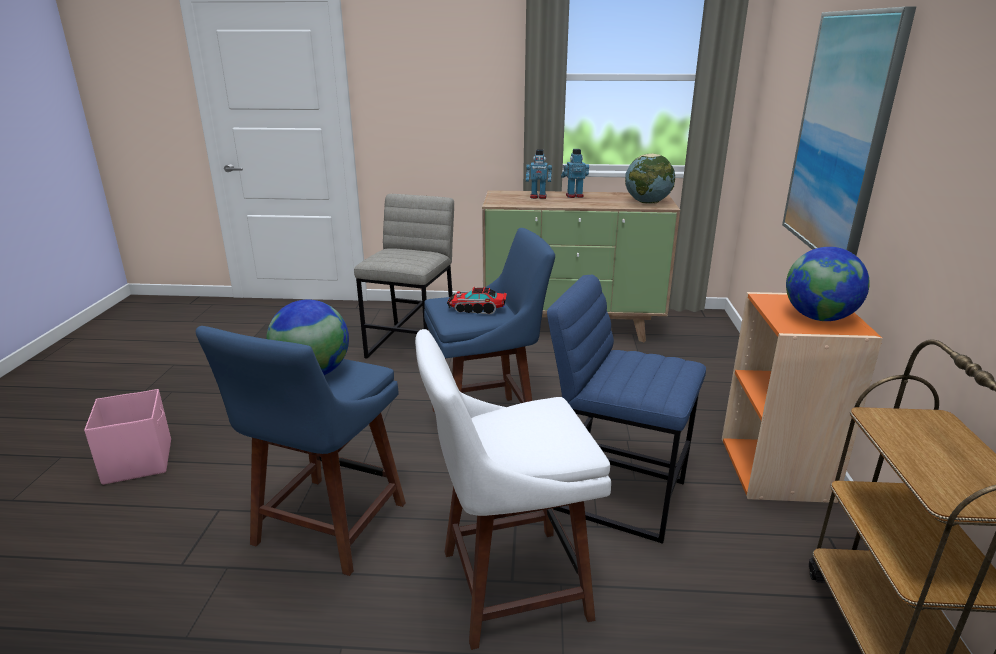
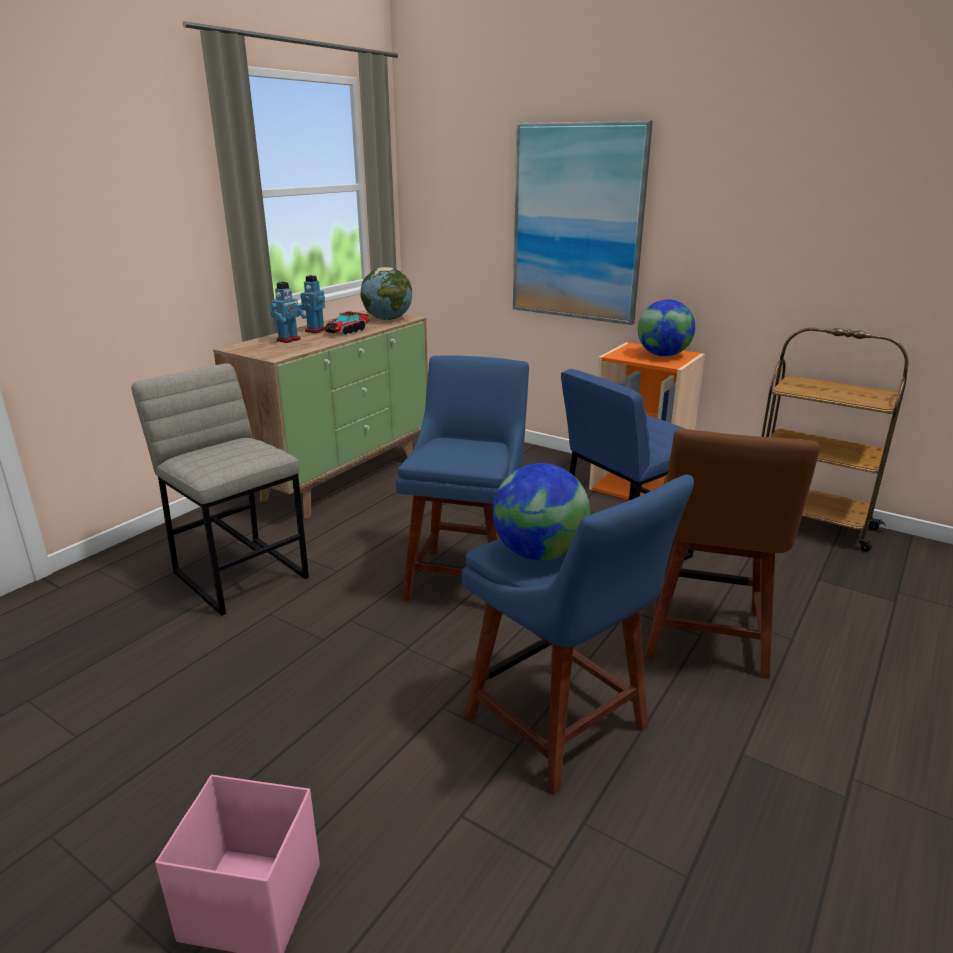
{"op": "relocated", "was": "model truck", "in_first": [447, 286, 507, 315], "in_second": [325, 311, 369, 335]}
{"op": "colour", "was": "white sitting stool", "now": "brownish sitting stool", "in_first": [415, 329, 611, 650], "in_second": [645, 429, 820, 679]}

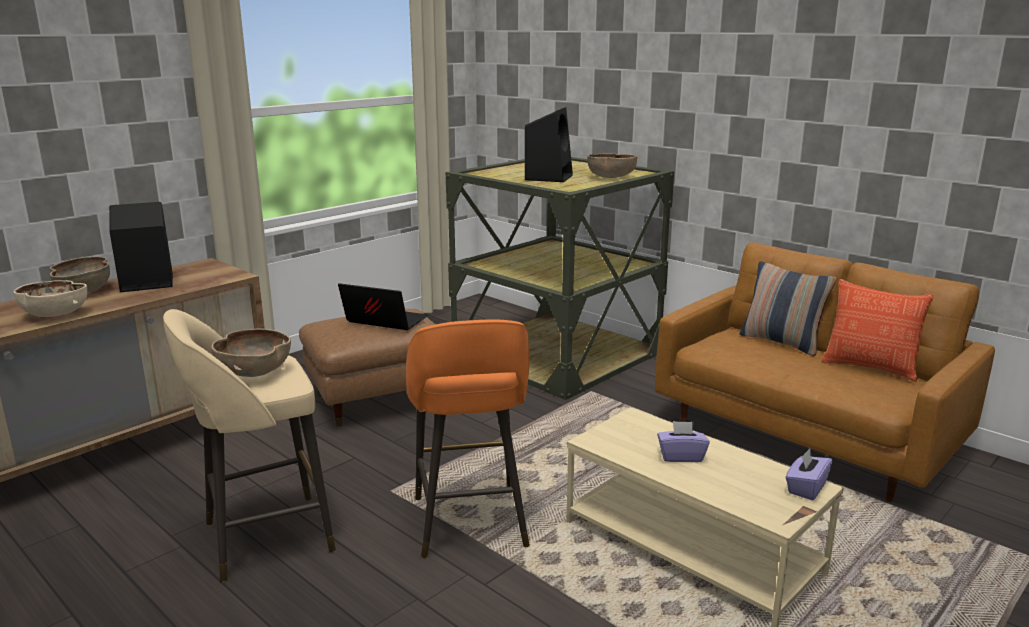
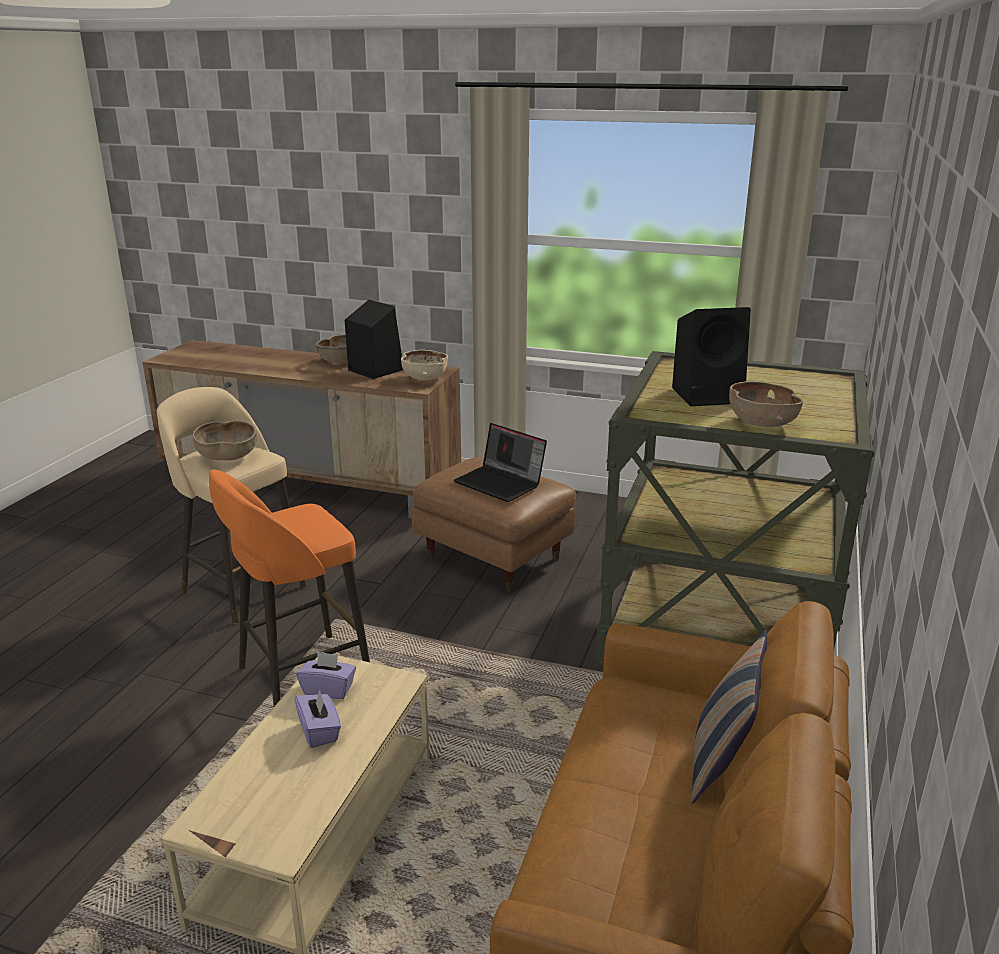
{"op": "relocated", "was": "purplish tissue holder", "in_first": [786, 448, 832, 500], "in_second": [296, 651, 356, 699]}
{"op": "relocated", "was": "beige deep dish", "in_first": [14, 280, 87, 317], "in_second": [401, 350, 448, 380]}
{"op": "spun", "was": "portable computer", "in_first": [338, 283, 427, 330], "in_second": [454, 423, 547, 502], "clockwise": 135}
{"op": "missing", "was": "orangey pillow", "in_first": [822, 279, 934, 382]}

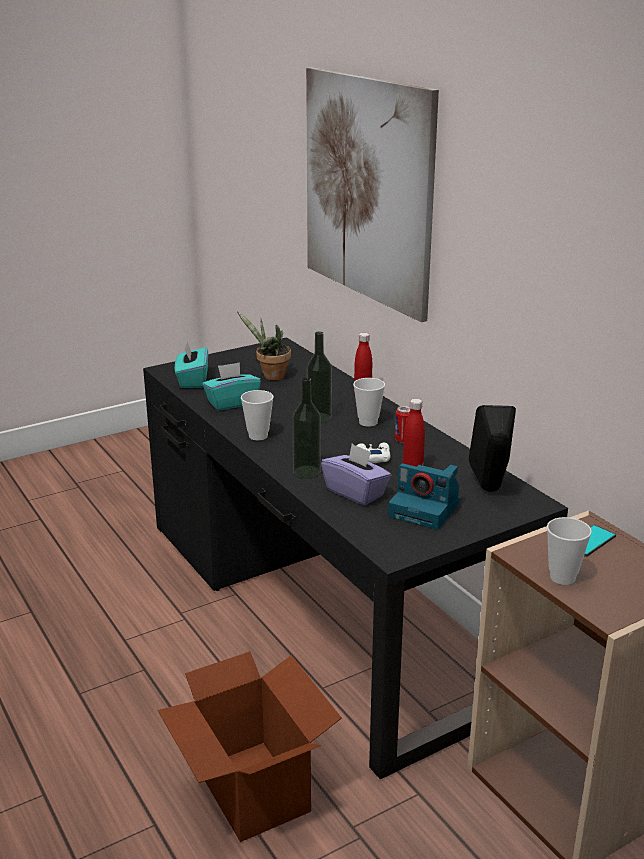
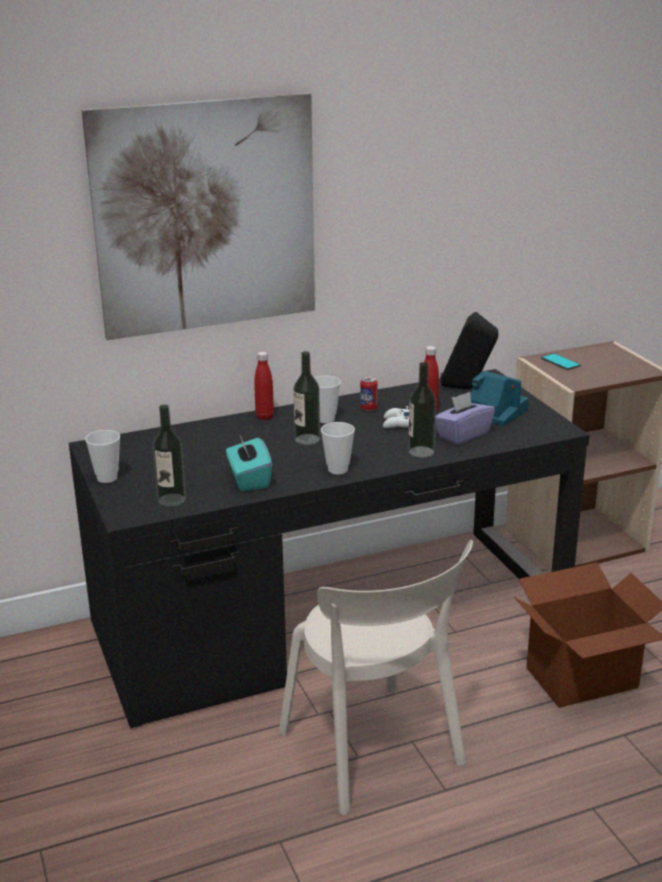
{"op": "relocated", "was": "drinking cup", "in_first": [547, 517, 592, 585], "in_second": [85, 430, 120, 483]}
{"op": "exchanged", "was": "turquoise-coloured tissue holder", "now": "beverage bottle", "in_first": [175, 342, 208, 388], "in_second": [153, 404, 186, 507]}
{"op": "appeared", "now": "beige chair", "in_second": [279, 540, 473, 815]}
{"op": "spun", "was": "still camera", "in_first": [388, 464, 460, 530], "in_second": [470, 371, 528, 426], "clockwise": -90}
{"op": "missing", "was": "plant in a pot", "in_first": [237, 311, 291, 381]}

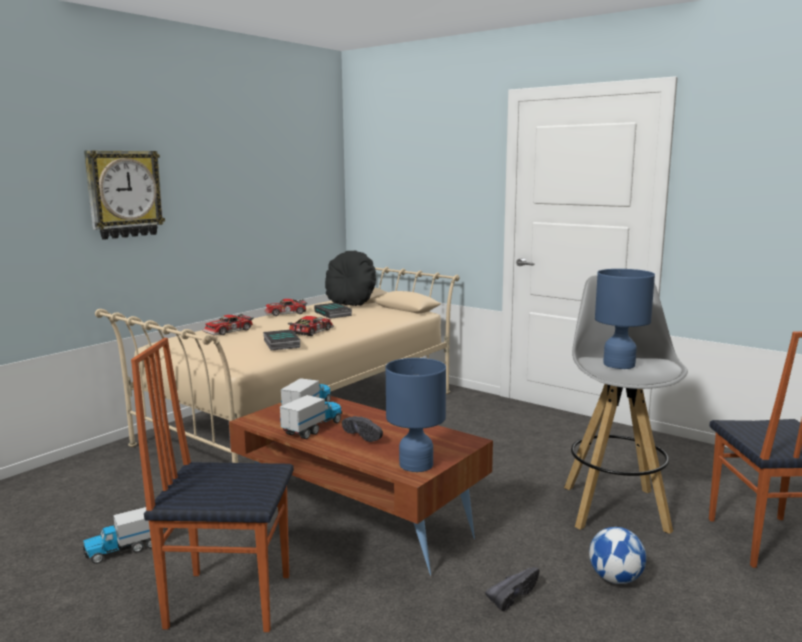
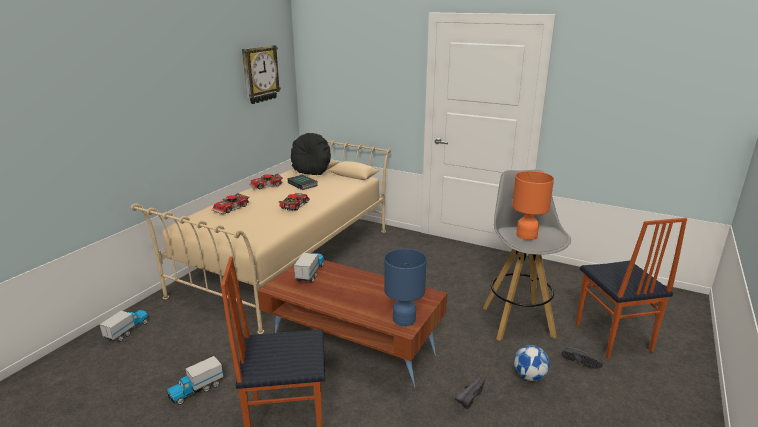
{"op": "relocated", "was": "model truck", "in_first": [280, 395, 342, 439], "in_second": [99, 310, 149, 342]}
{"op": "relocated", "was": "clock on the wall", "in_first": [84, 150, 165, 240], "in_second": [242, 45, 281, 104]}
{"op": "colour", "was": "blue-coloured tabletop lamp", "now": "orangey tabletop lamp", "in_first": [595, 269, 655, 369], "in_second": [512, 171, 554, 240]}
{"op": "relocated", "was": "black-coloured shoe", "in_first": [342, 416, 383, 442], "in_second": [562, 346, 603, 369]}
{"op": "missing", "was": "volume", "in_first": [263, 330, 300, 351]}

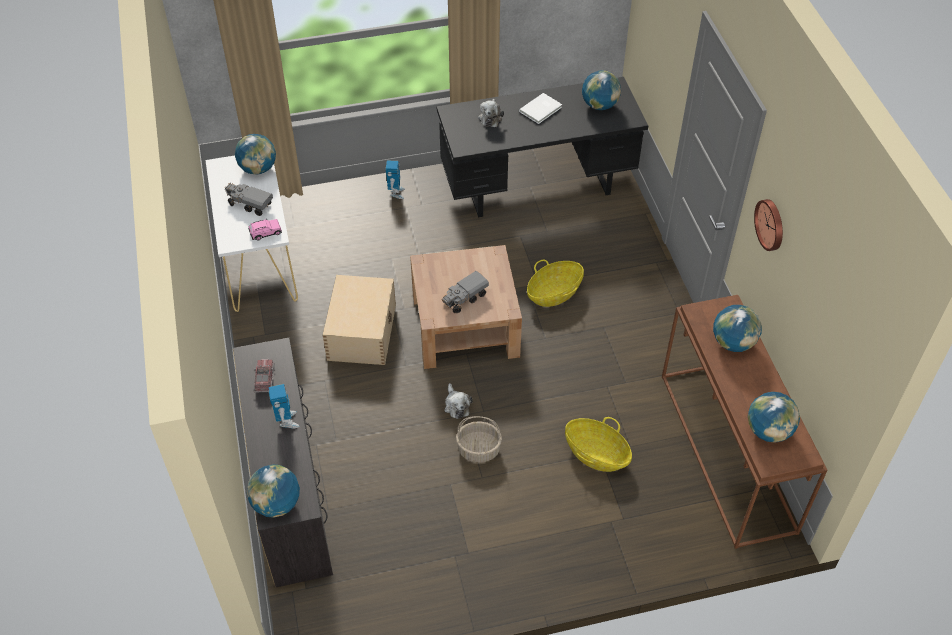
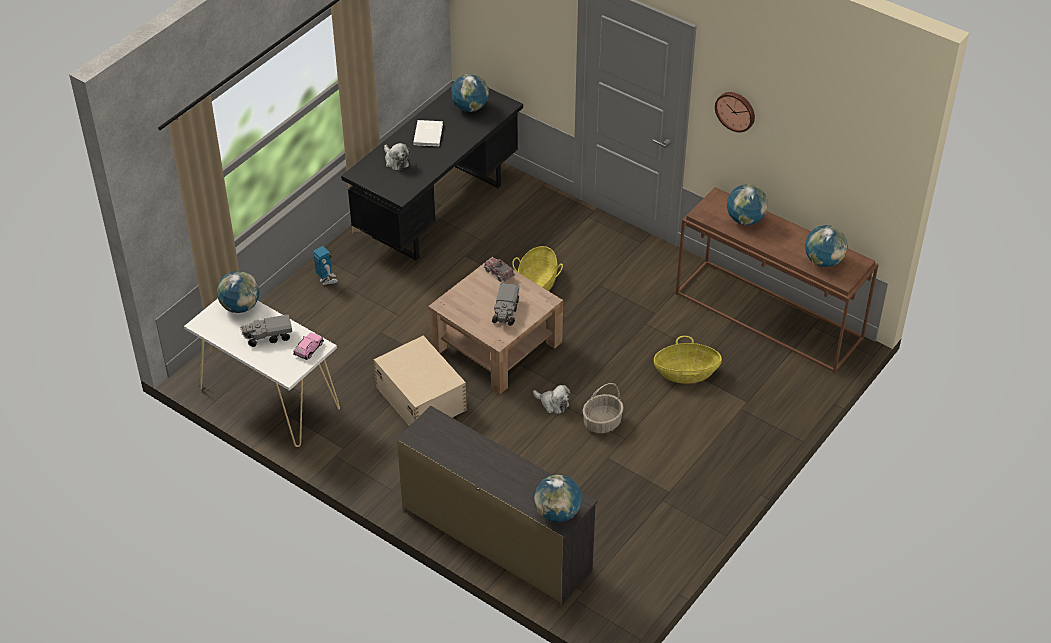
{"op": "relocated", "was": "model truck", "in_first": [254, 359, 275, 393], "in_second": [484, 257, 515, 282]}
{"op": "missing", "was": "robot figure", "in_first": [269, 384, 299, 429]}

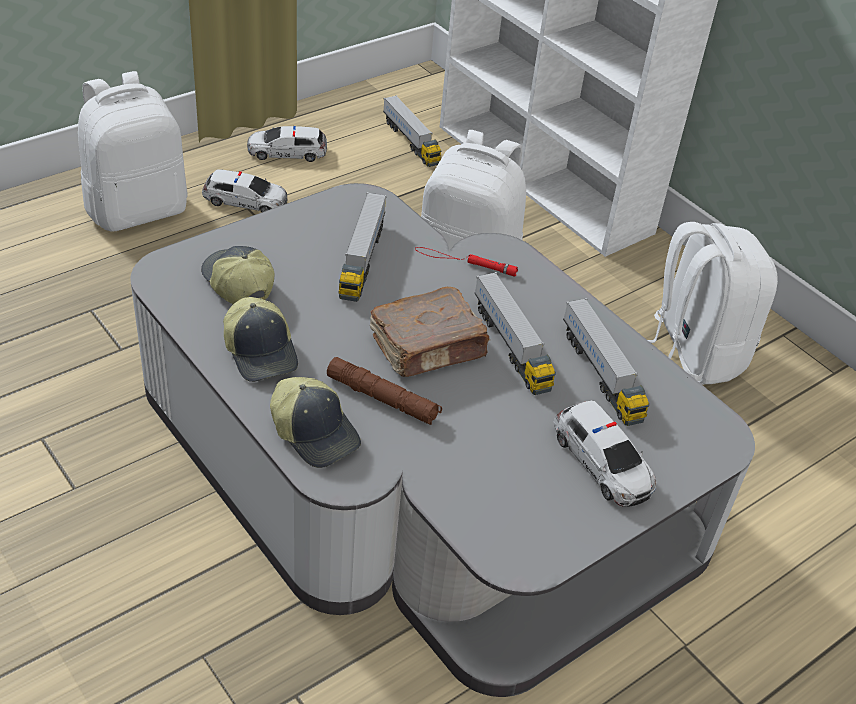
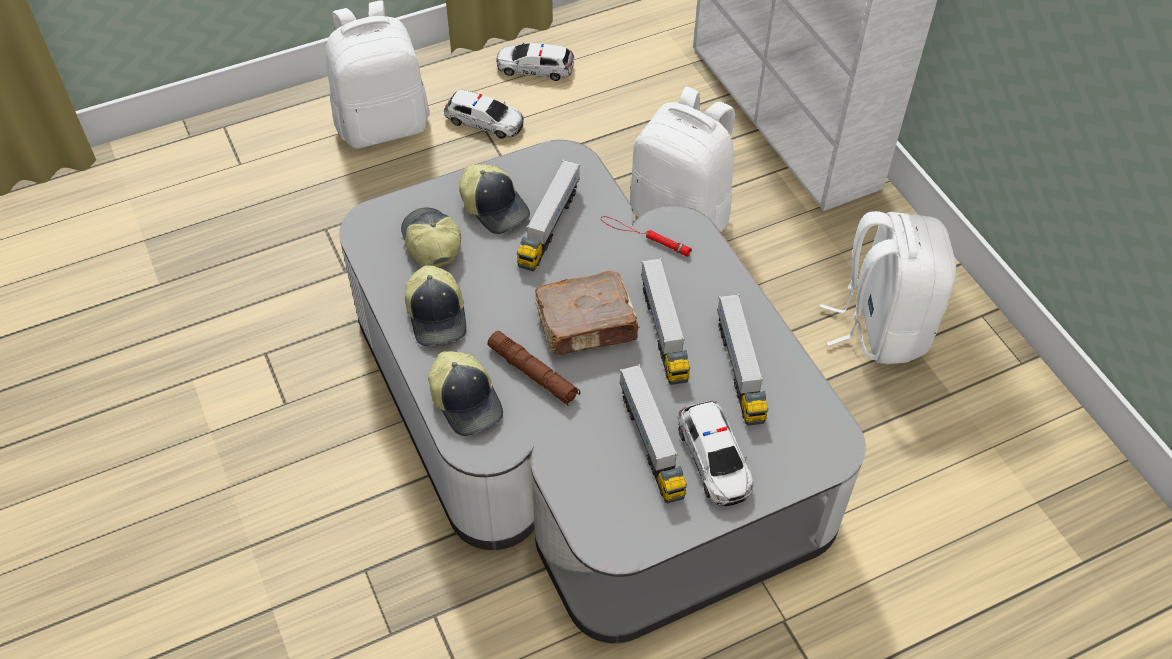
{"op": "appeared", "now": "peaked cap", "in_second": [459, 164, 530, 234]}
{"op": "relocated", "was": "model truck", "in_first": [383, 95, 442, 167], "in_second": [620, 364, 687, 504]}

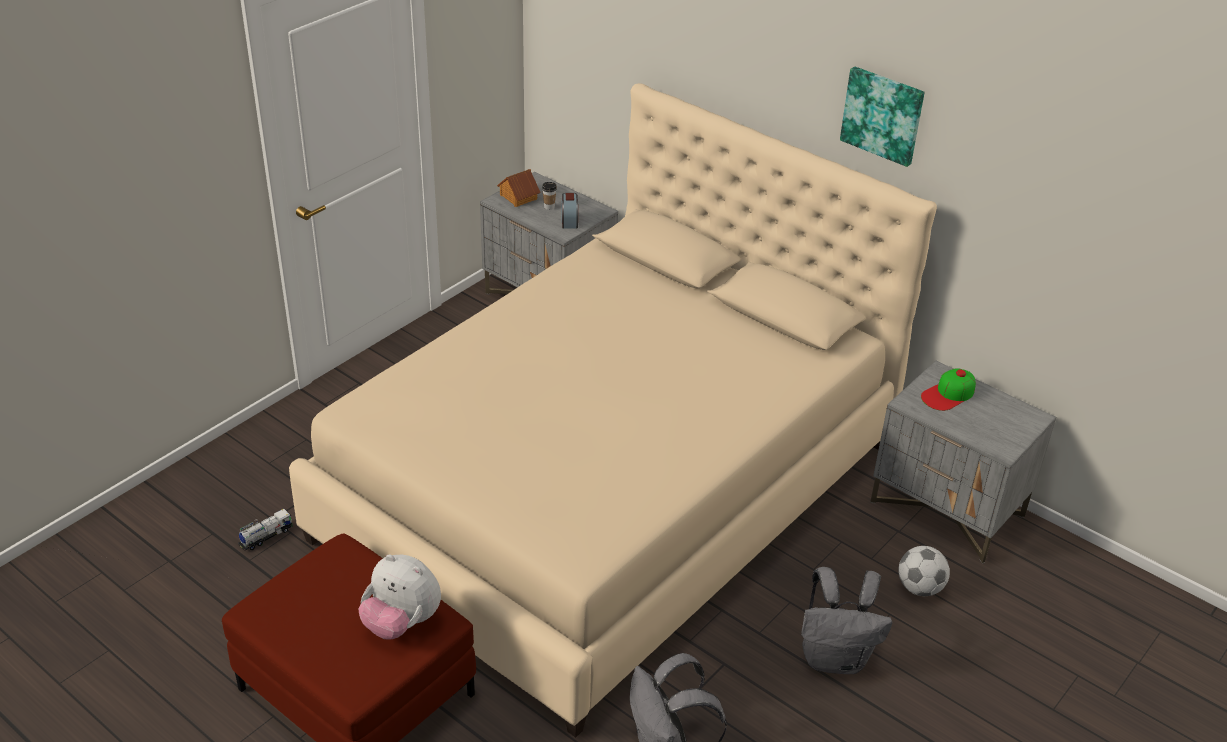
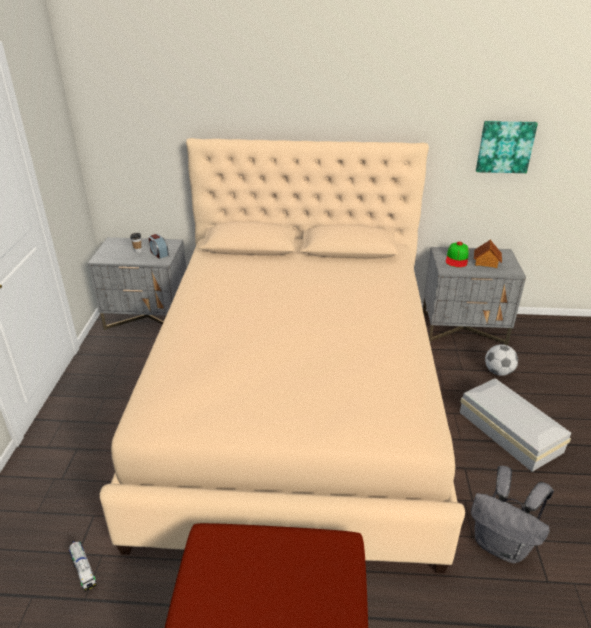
{"op": "spun", "was": "model truck", "in_first": [238, 509, 293, 551], "in_second": [69, 541, 97, 592], "clockwise": 135}
{"op": "exchanged", "was": "gray backpack", "now": "white storage container", "in_first": [801, 567, 892, 674], "in_second": [460, 378, 571, 472]}
{"op": "relocated", "was": "toy house", "in_first": [497, 169, 541, 207], "in_second": [474, 240, 502, 268]}
{"op": "relocated", "was": "picture", "in_first": [840, 66, 925, 167], "in_second": [476, 121, 538, 173]}
{"op": "missing", "was": "plush toy", "in_first": [359, 554, 441, 640]}

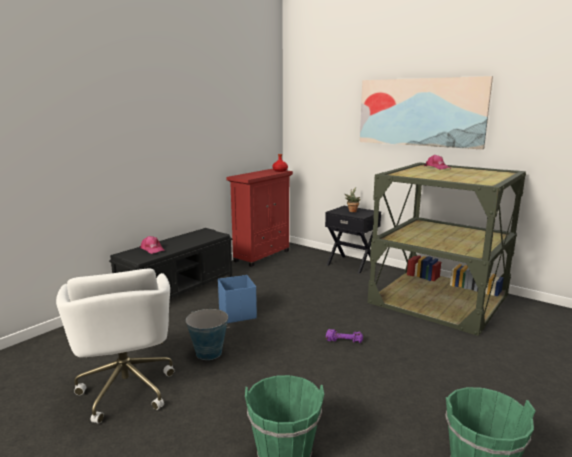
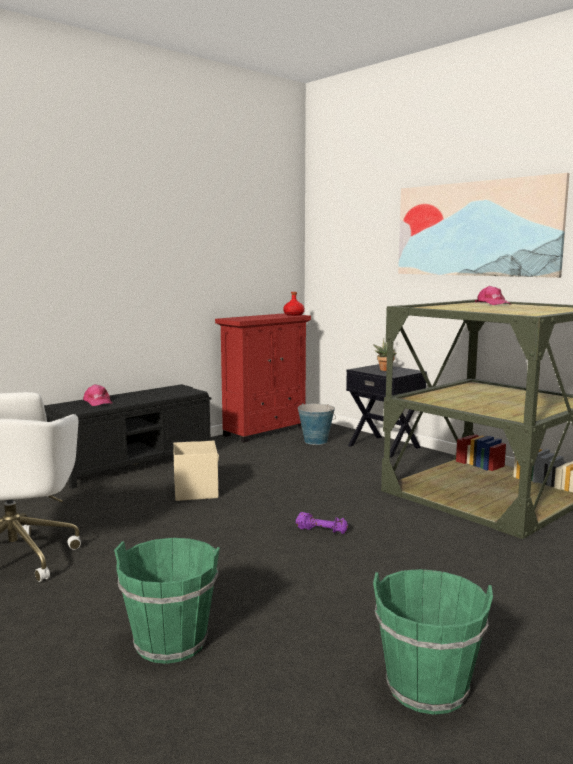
{"op": "colour", "was": "blue-coloured storage container", "now": "beige storage container", "in_first": [218, 275, 257, 323], "in_second": [173, 441, 219, 501]}
{"op": "relocated", "was": "bucket", "in_first": [186, 309, 230, 360], "in_second": [298, 403, 336, 445]}

